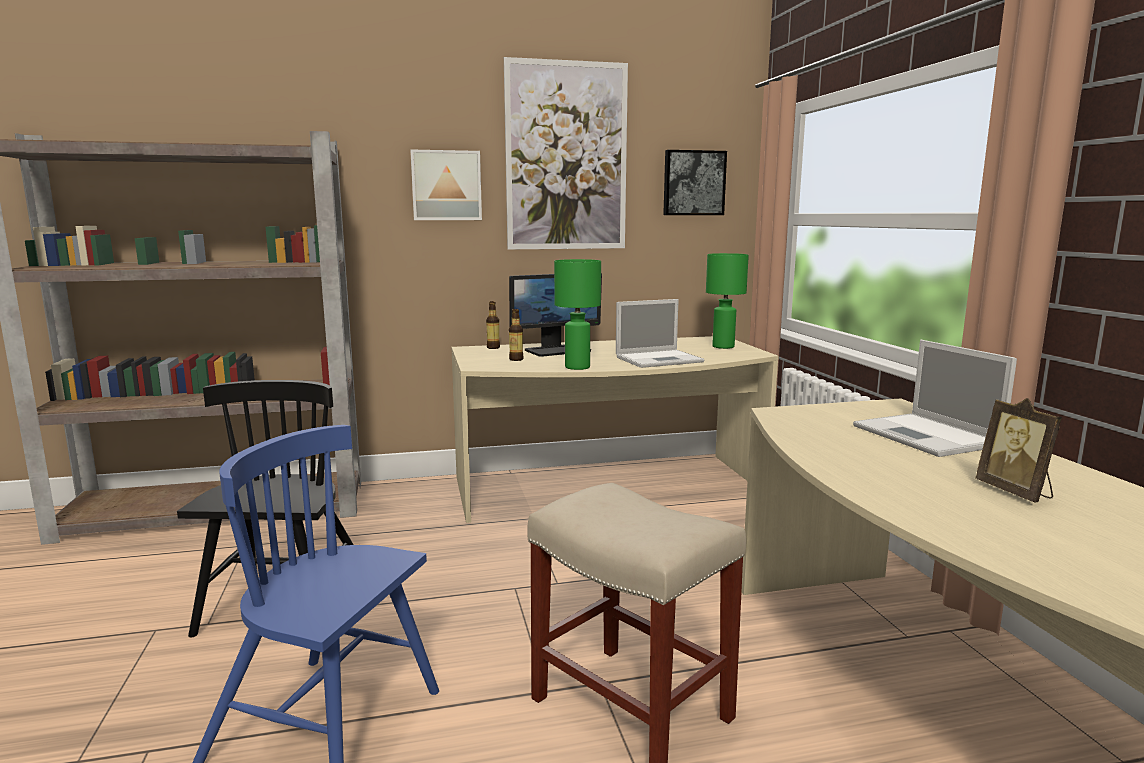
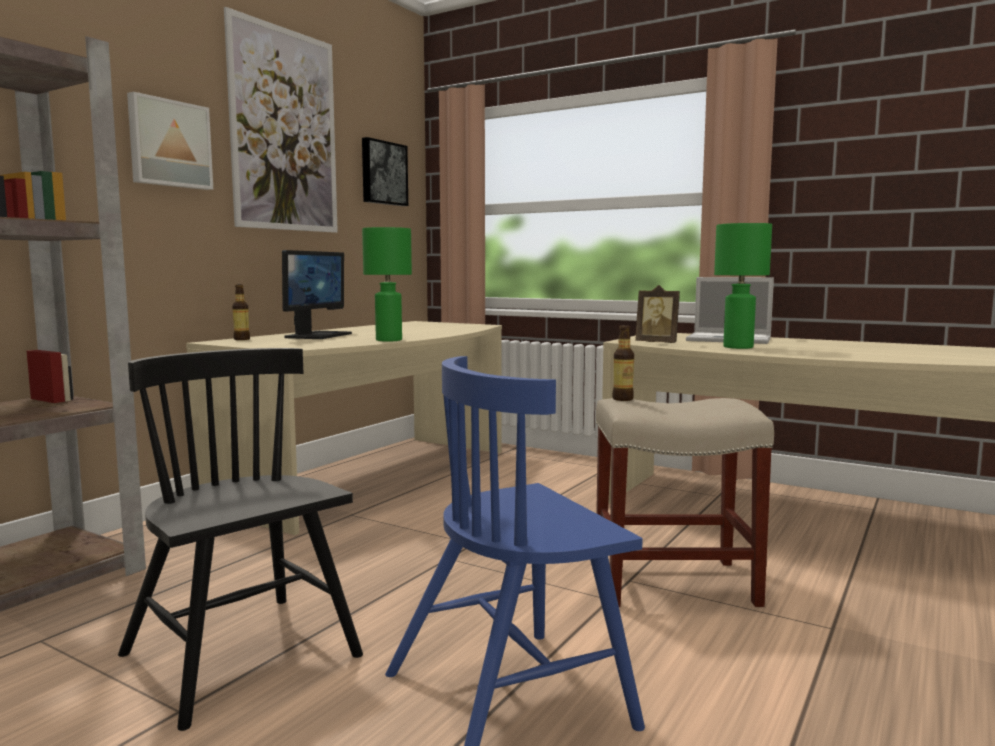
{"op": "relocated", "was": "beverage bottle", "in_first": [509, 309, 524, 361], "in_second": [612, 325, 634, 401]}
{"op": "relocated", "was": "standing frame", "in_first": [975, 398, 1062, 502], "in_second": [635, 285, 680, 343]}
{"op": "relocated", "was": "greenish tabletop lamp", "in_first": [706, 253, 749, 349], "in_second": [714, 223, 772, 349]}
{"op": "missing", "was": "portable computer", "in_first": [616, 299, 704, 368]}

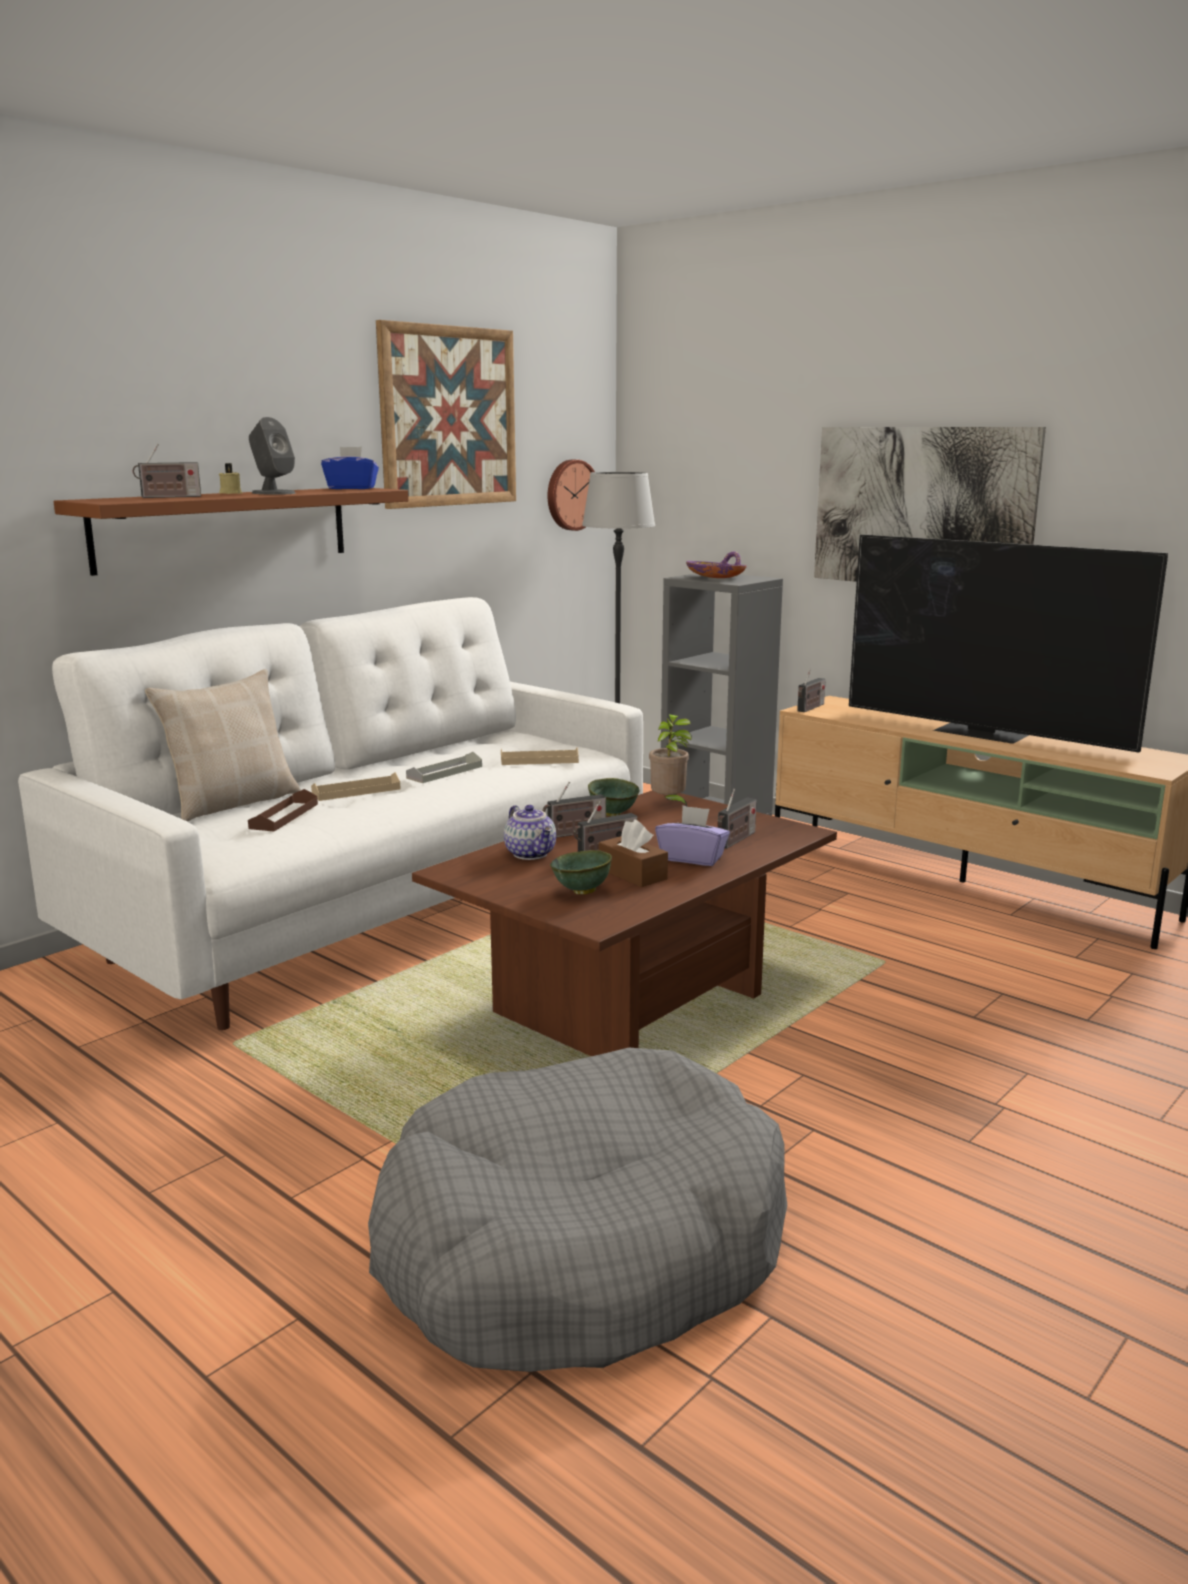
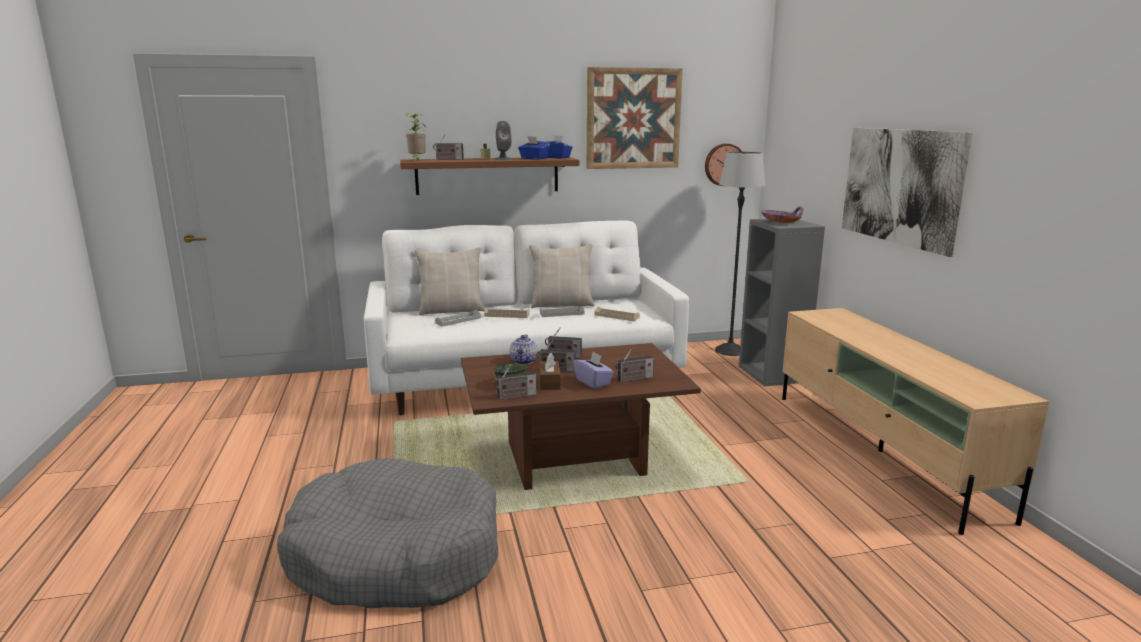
{"op": "relocated", "was": "plant in a pot", "in_first": [649, 714, 692, 806], "in_second": [406, 113, 426, 161]}
{"op": "colour", "was": "brownish carrying tray", "now": "gray carrying tray", "in_first": [248, 789, 318, 831], "in_second": [435, 309, 481, 327]}
{"op": "relocated", "was": "radio receiver", "in_first": [797, 669, 826, 712], "in_second": [493, 364, 537, 400]}
{"op": "appeared", "now": "blue-coloured tissue holder", "in_second": [518, 136, 550, 160]}
{"op": "appeared", "now": "beige pillow", "in_second": [529, 244, 595, 308]}
{"op": "missing", "was": "greenish deep dish", "in_first": [588, 778, 640, 816]}
{"op": "missing", "was": "TV", "in_first": [849, 534, 1168, 752]}

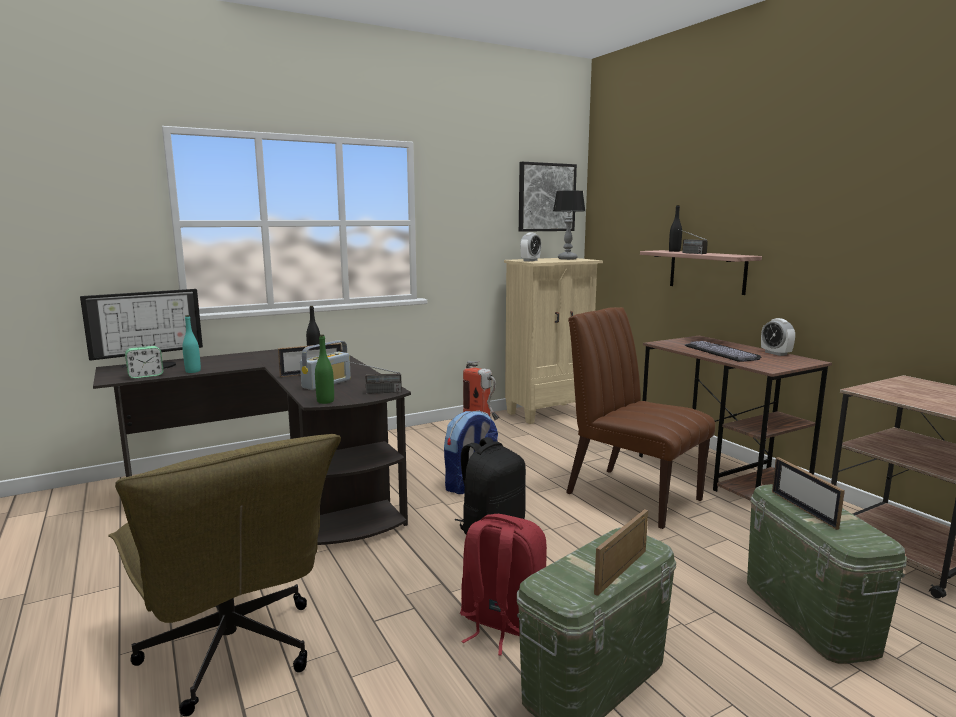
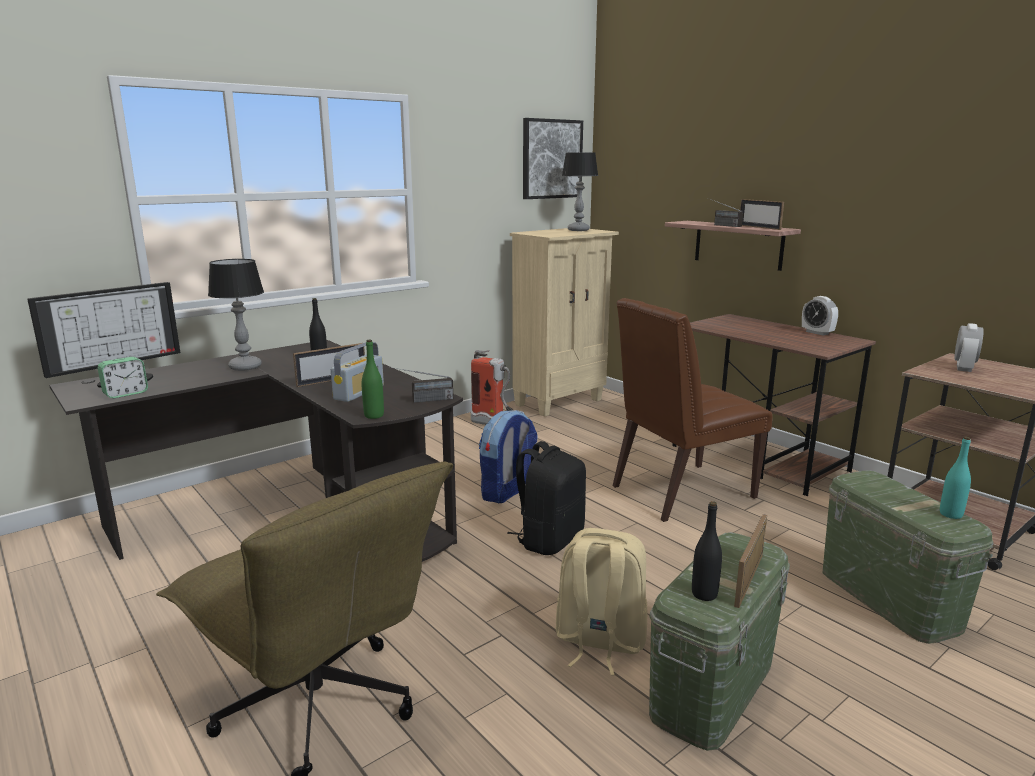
{"op": "appeared", "now": "tabletop lamp", "in_second": [208, 259, 264, 371]}
{"op": "colour", "was": "red-coloured backpack", "now": "beige backpack", "in_first": [460, 514, 547, 656], "in_second": [556, 528, 648, 675]}
{"op": "spun", "was": "brownish chair", "in_first": [566, 307, 715, 529], "in_second": [613, 298, 772, 522], "clockwise": -60}
{"op": "relocated", "was": "black-coloured beverage bottle", "in_first": [669, 205, 682, 252], "in_second": [692, 501, 722, 601]}
{"op": "relocated", "was": "standing frame", "in_first": [772, 457, 845, 530], "in_second": [740, 199, 784, 230]}
{"op": "relocated", "was": "turquoise-coloured beverage bottle", "in_first": [182, 315, 201, 373], "in_second": [940, 436, 971, 519]}
{"op": "relocated", "was": "alarm clock", "in_first": [520, 233, 541, 261], "in_second": [954, 323, 984, 372]}
{"op": "missing", "was": "keyboard", "in_first": [685, 341, 761, 362]}

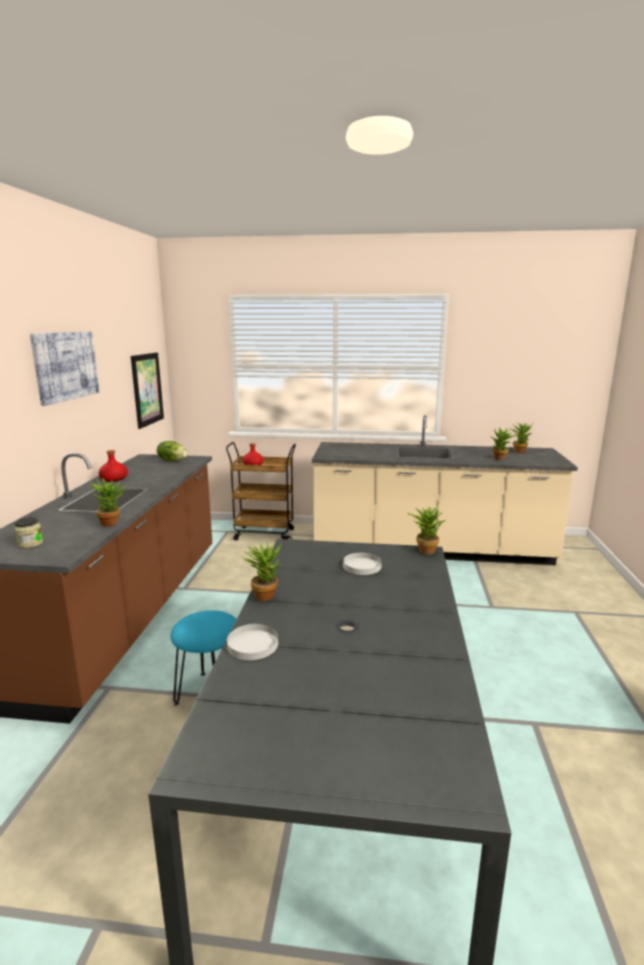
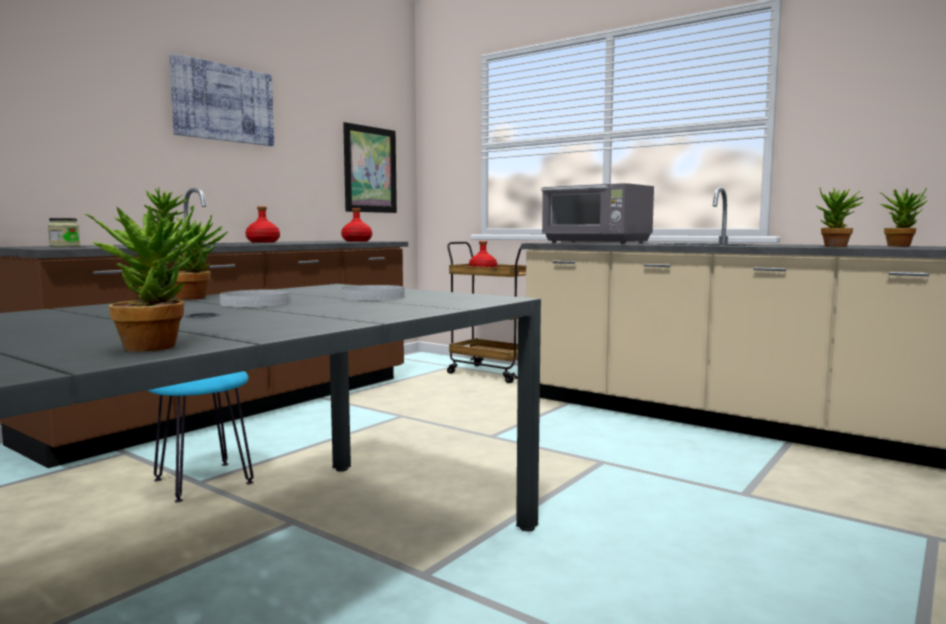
{"op": "relocated", "was": "plant in a pot", "in_first": [407, 503, 445, 555], "in_second": [83, 205, 202, 352]}
{"op": "relocated", "was": "white dinner plate", "in_first": [227, 624, 278, 660], "in_second": [220, 290, 291, 307]}
{"op": "exchanged", "was": "head of lettuce", "now": "red-coloured beverage bottle", "in_first": [157, 441, 187, 461], "in_second": [341, 208, 372, 242]}
{"op": "appeared", "now": "gray microwave oven", "in_second": [542, 183, 654, 244]}

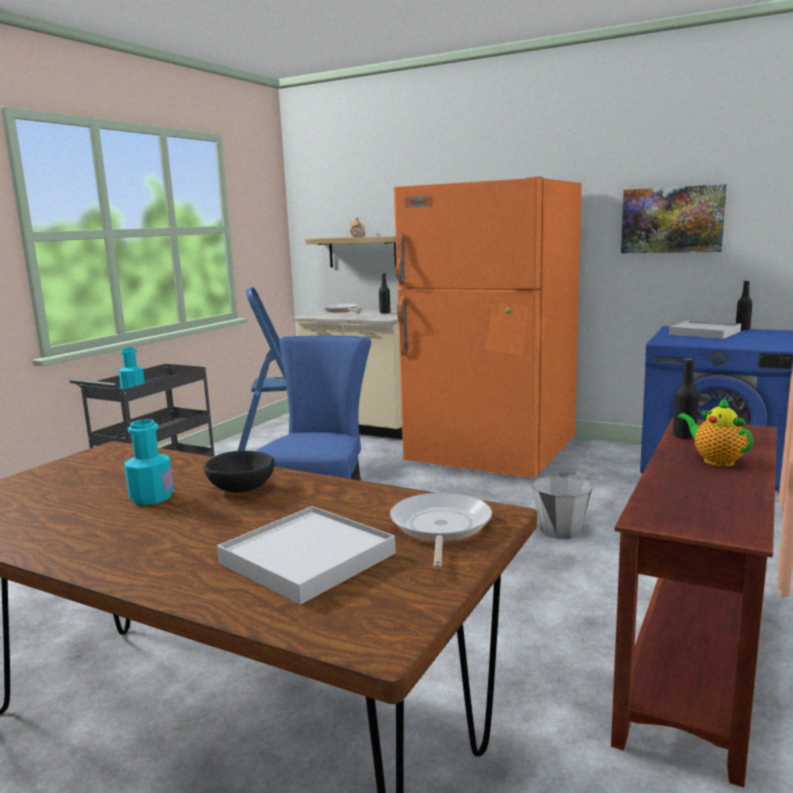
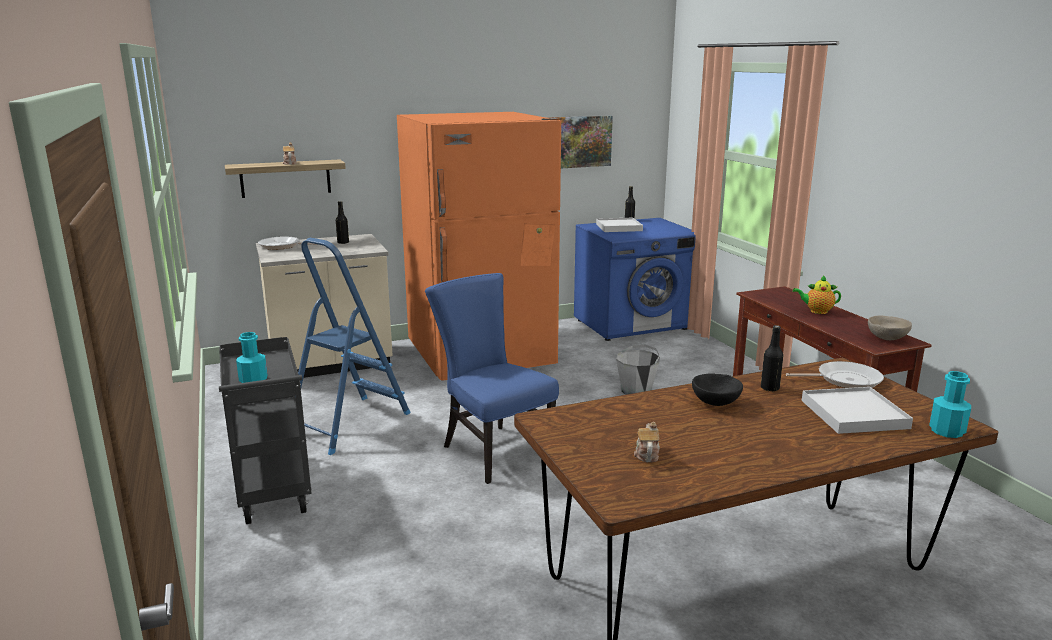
{"op": "appeared", "now": "teapot", "in_second": [634, 422, 660, 462]}
{"op": "relocated", "was": "black-coloured beverage bottle", "in_first": [673, 359, 699, 439], "in_second": [761, 325, 783, 391]}
{"op": "spun", "was": "skillet", "in_first": [390, 492, 492, 569], "in_second": [786, 361, 884, 388], "clockwise": 135}
{"op": "appeared", "now": "beige deep dish", "in_second": [868, 315, 912, 340]}
{"op": "relocated", "was": "turquoise-coloured beverage bottle", "in_first": [124, 419, 174, 505], "in_second": [929, 371, 971, 438]}

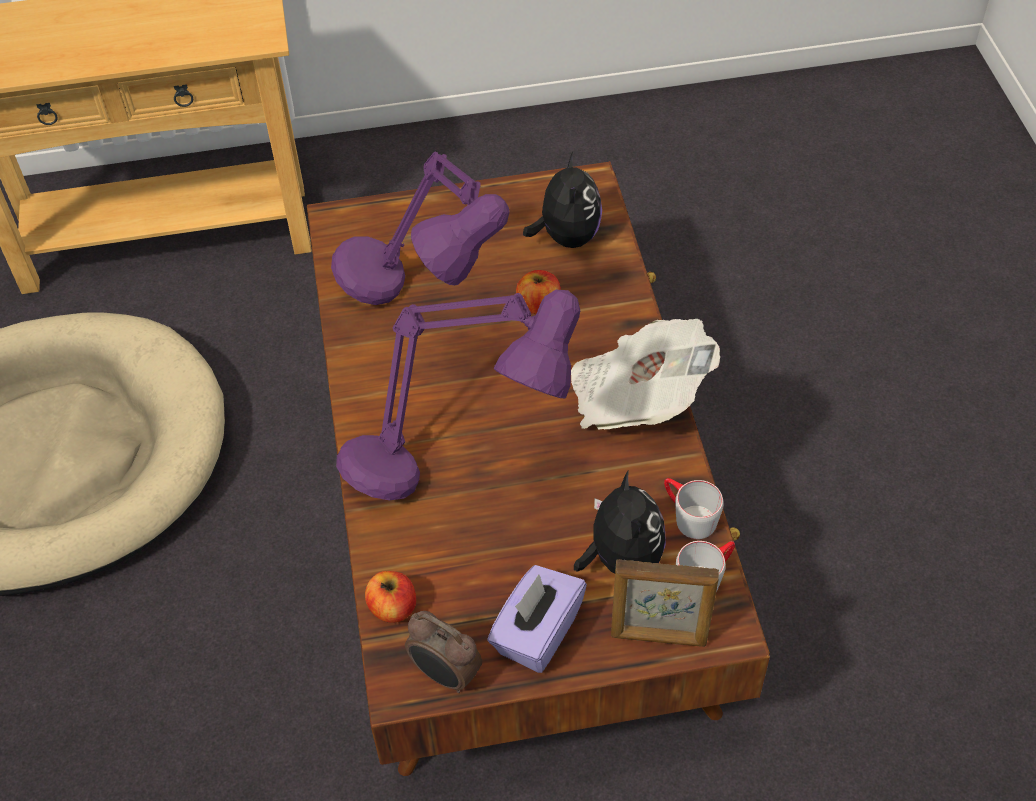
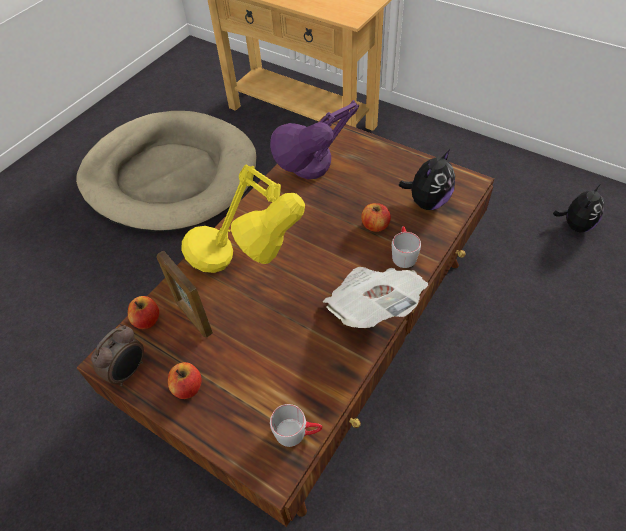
{"op": "spun", "was": "alarm clock", "in_first": [405, 611, 482, 693], "in_second": [91, 325, 144, 386], "clockwise": -135}
{"op": "relocated", "was": "standing frame", "in_first": [611, 559, 719, 647], "in_second": [157, 250, 213, 338]}
{"op": "exchanged", "was": "purplish tissue holder", "now": "apple fruit", "in_first": [487, 565, 587, 673], "in_second": [168, 362, 202, 399]}
{"op": "colour", "was": "purplish tabletop lamp", "now": "yellow tabletop lamp", "in_first": [336, 290, 580, 500], "in_second": [181, 164, 305, 273]}
{"op": "relocated", "was": "gray tea mug", "in_first": [664, 478, 724, 539], "in_second": [392, 226, 421, 268]}
{"op": "relocated", "was": "plush toy", "in_first": [574, 469, 666, 573], "in_second": [553, 184, 604, 232]}

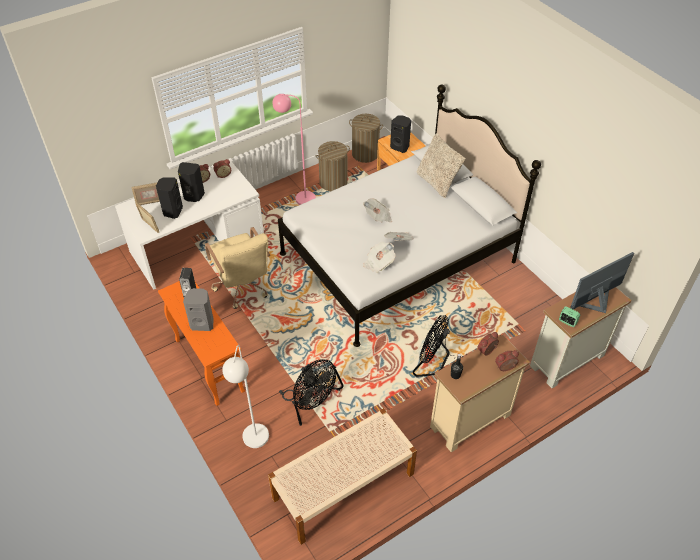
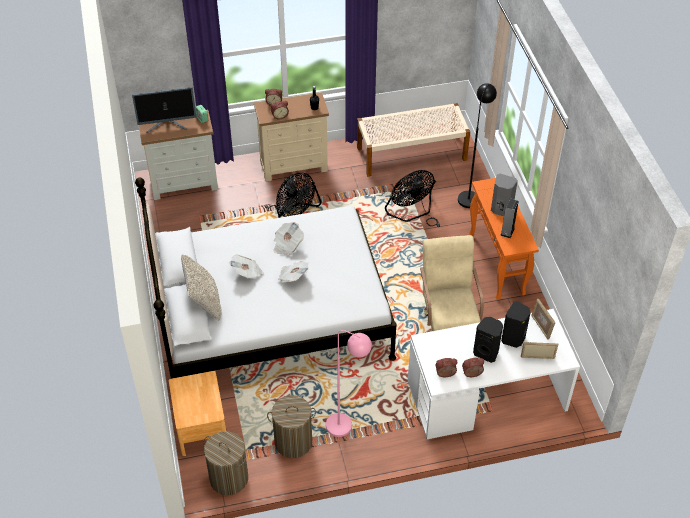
{"op": "relocated", "was": "printed paper", "in_first": [363, 242, 396, 273], "in_second": [229, 255, 264, 279]}
{"op": "colour", "was": "white standing lamp", "now": "black-coloured standing lamp", "in_first": [222, 345, 269, 448], "in_second": [458, 83, 497, 208]}
{"op": "missing", "was": "black-coloured audio speaker", "in_first": [390, 115, 411, 153]}

